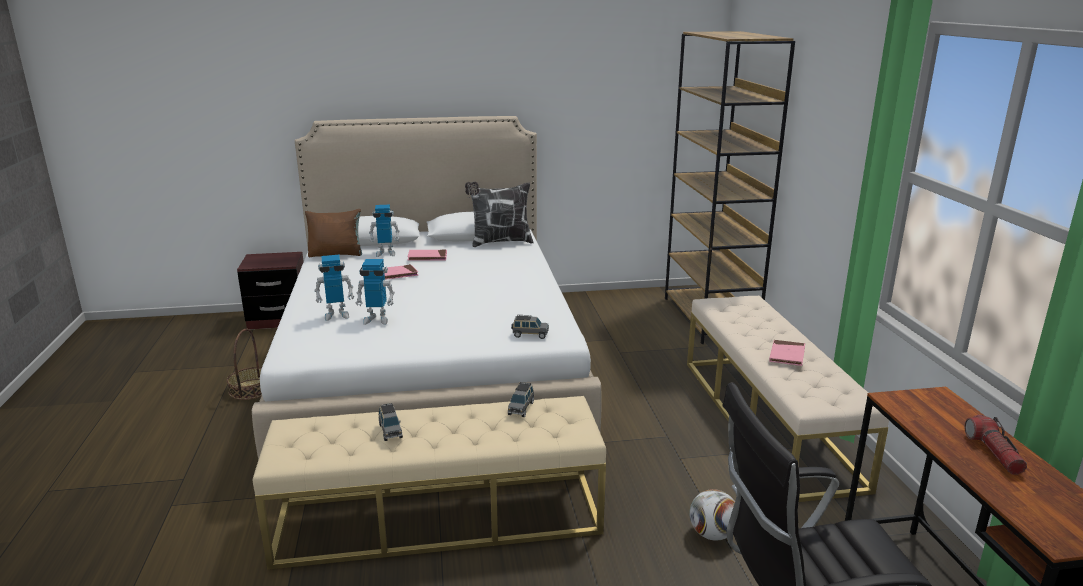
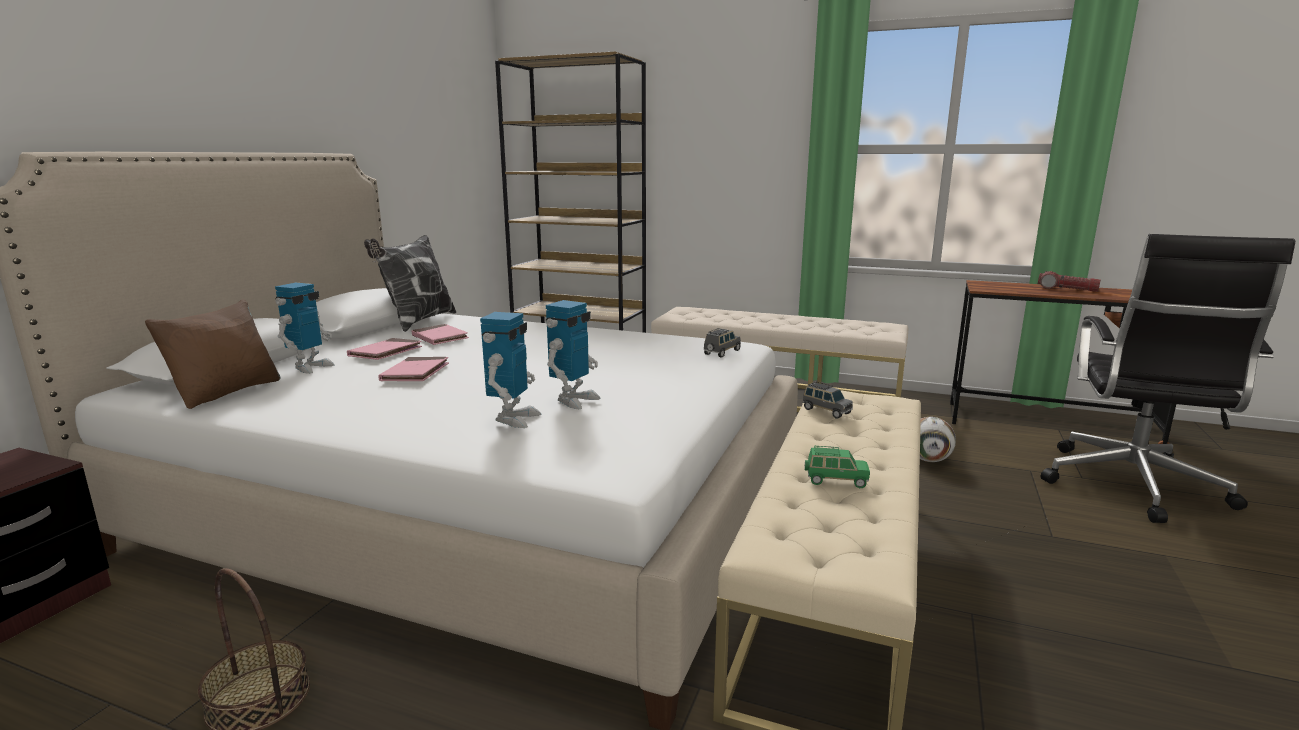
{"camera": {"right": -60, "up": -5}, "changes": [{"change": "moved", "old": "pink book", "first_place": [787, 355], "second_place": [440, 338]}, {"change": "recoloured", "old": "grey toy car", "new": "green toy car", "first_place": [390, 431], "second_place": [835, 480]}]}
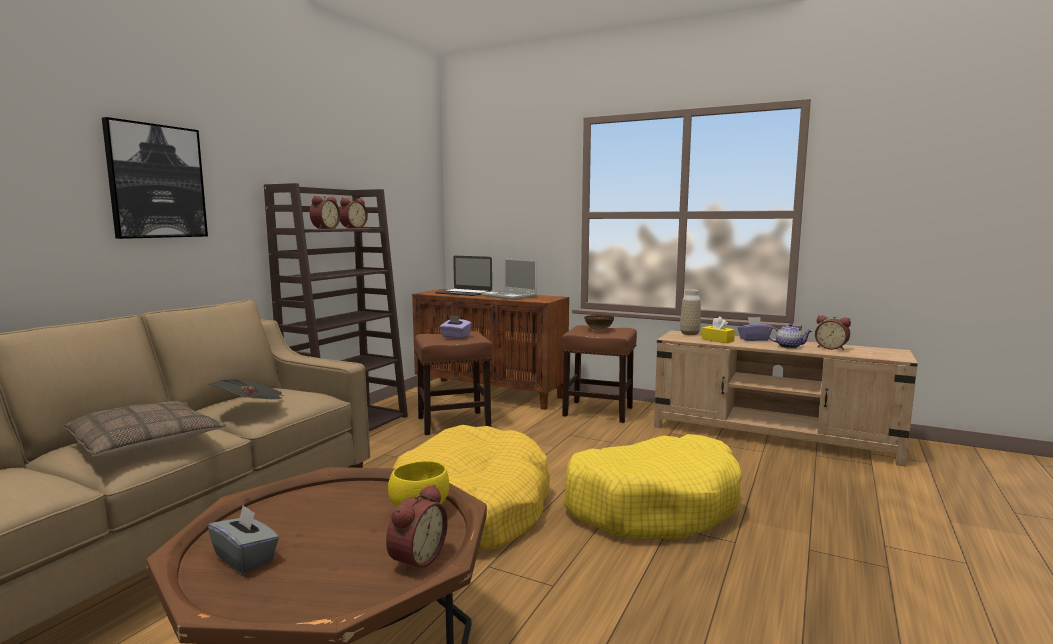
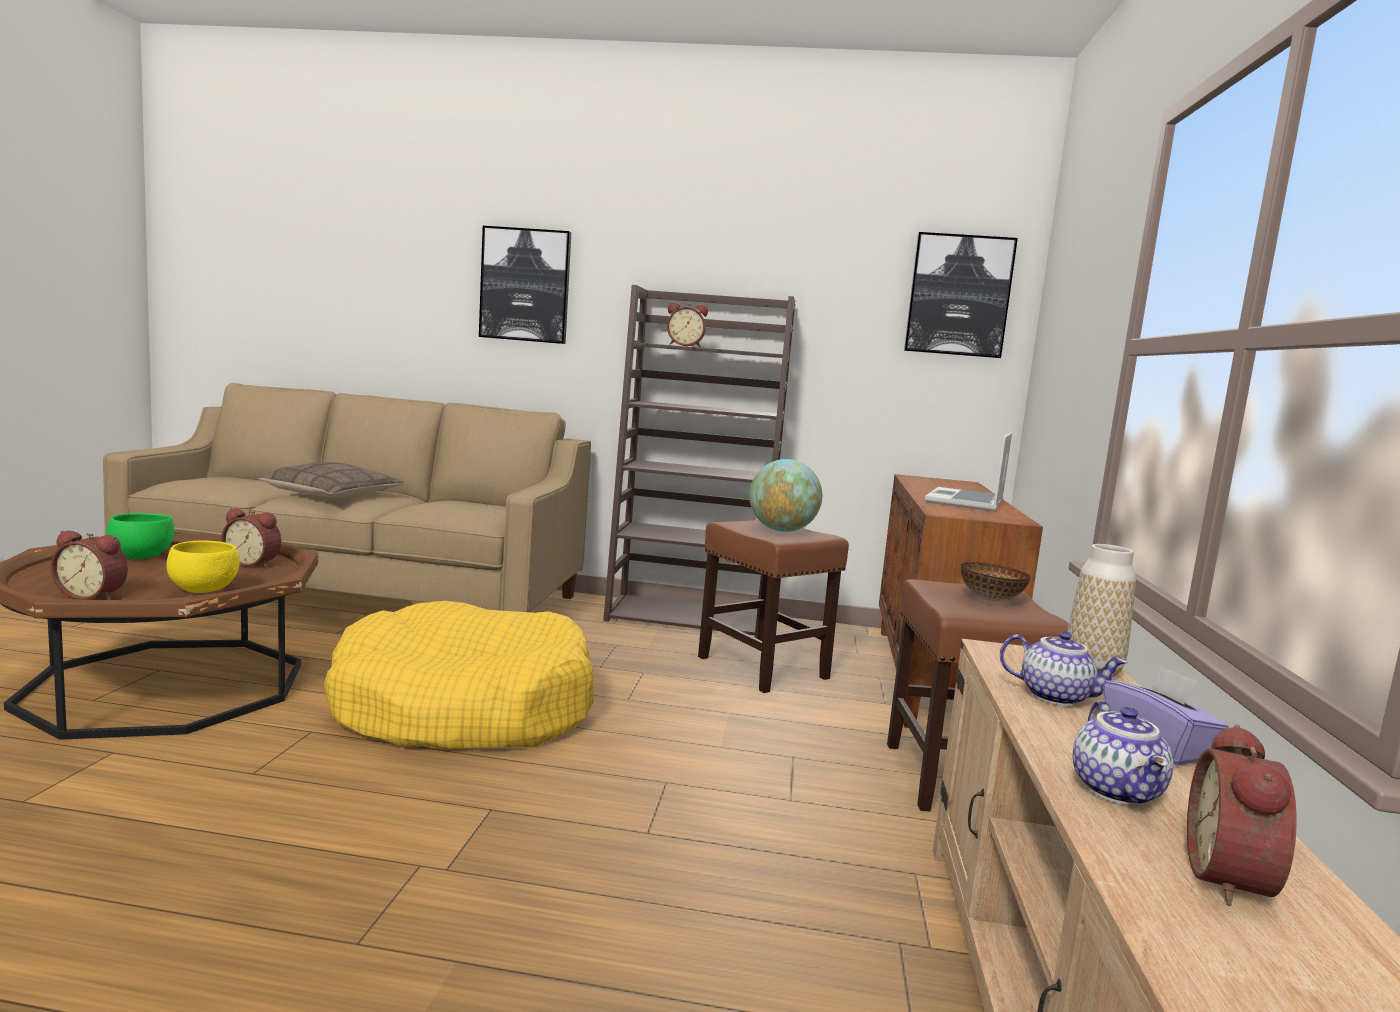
{"camera": {"right": 70, "up": 0}, "changes": [{"change": "replaced", "old": "grey tissue box", "new": "green bowl", "first_place": [246, 558], "second_place": [141, 556]}, {"change": "moved", "old": "alarm clock", "first_place": [352, 228], "second_place": [254, 563]}, {"change": "replaced", "old": "purple tissue box", "new": "globe", "first_place": [455, 337], "second_place": [782, 531]}, {"change": "added", "new": "picture", "second_place": [958, 295]}, {"change": "replaced", "old": "yellow tissue box", "new": "teapot", "first_place": [717, 340], "second_place": [1056, 696]}, {"change": "removed", "old": "newspaper", "first_place": [252, 408]}, {"change": "removed", "old": "laptop", "first_place": [463, 292]}, {"change": "removed", "old": "yellow dog bed", "first_place": [652, 505]}]}
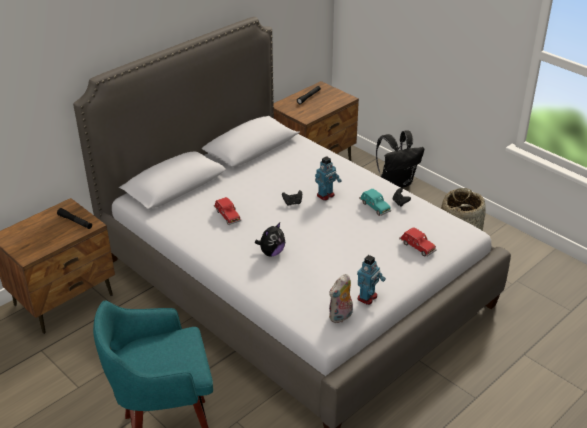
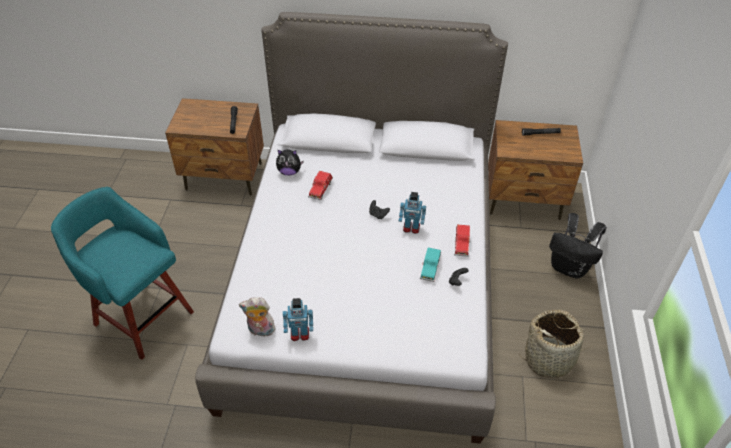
{"camera": {"right": 50, "up": 10}, "changes": [{"change": "moved", "old": "plush toy", "first_place": [271, 253], "second_place": [289, 172]}, {"change": "moved", "old": "red toy car", "first_place": [417, 247], "second_place": [461, 244]}]}
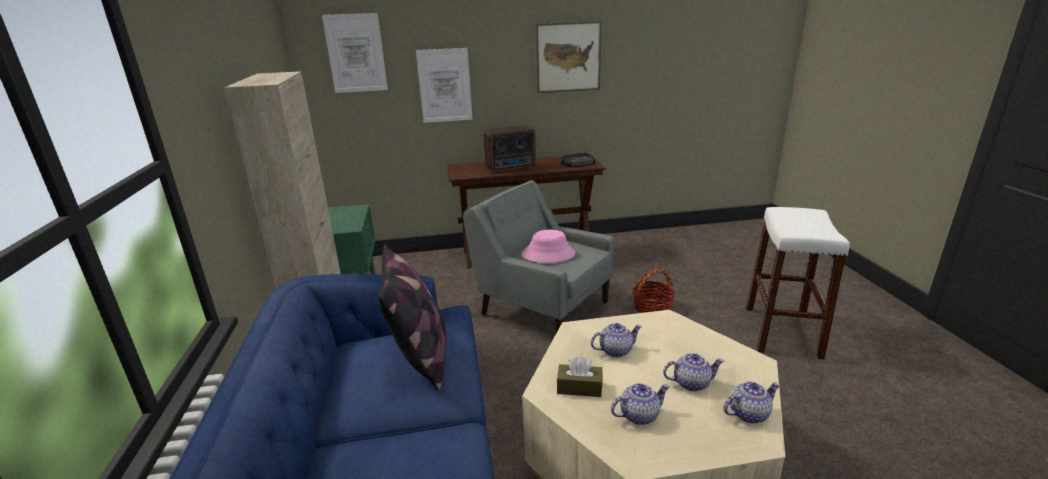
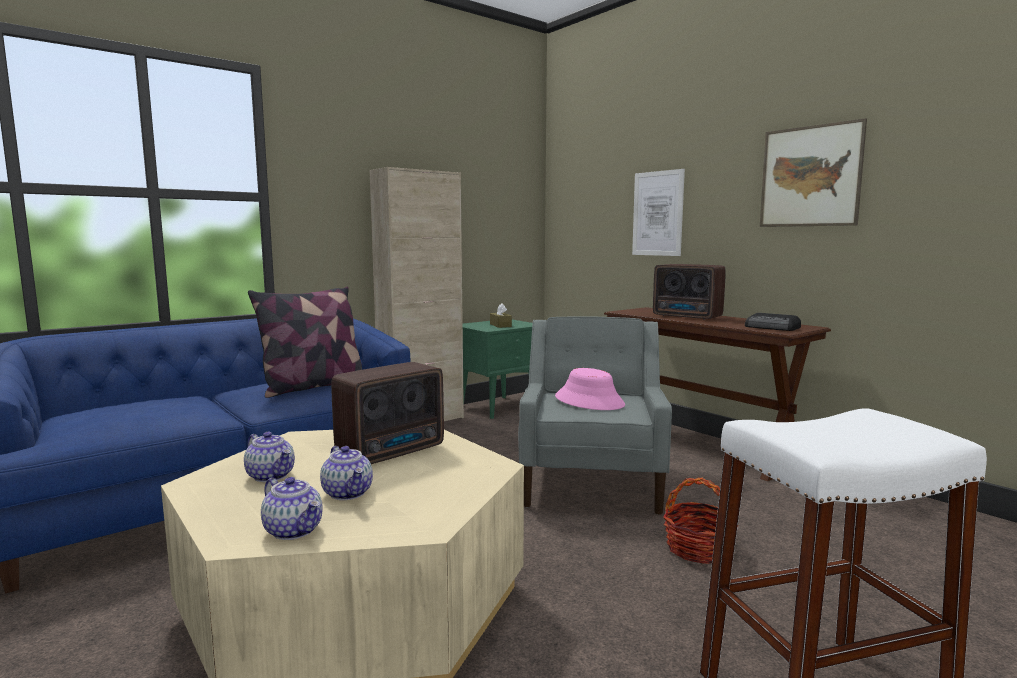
{"camera": {"right": 60, "up": -15}, "changes": [{"change": "replaced", "old": "teapot", "new": "radio", "first_place": [615, 350], "second_place": [394, 451]}, {"change": "moved", "old": "brown tissue box", "first_place": [579, 388], "second_place": [500, 325]}, {"change": "removed", "old": "picture", "first_place": [356, 53]}]}
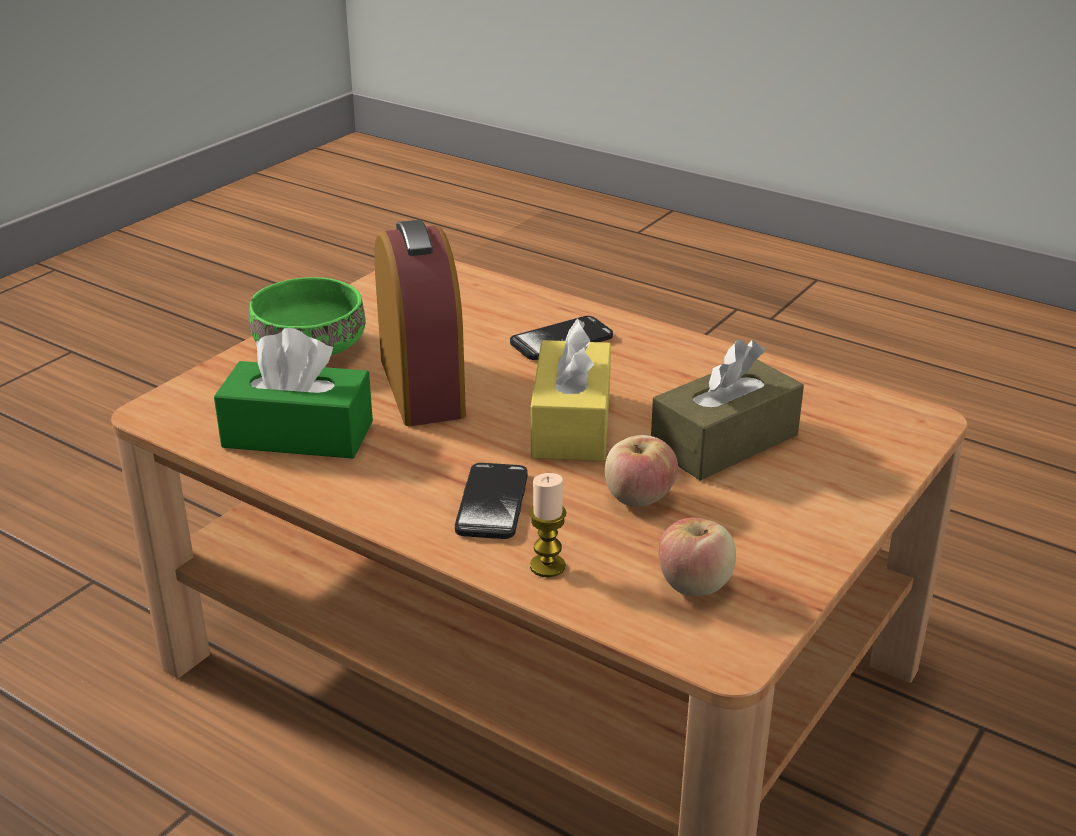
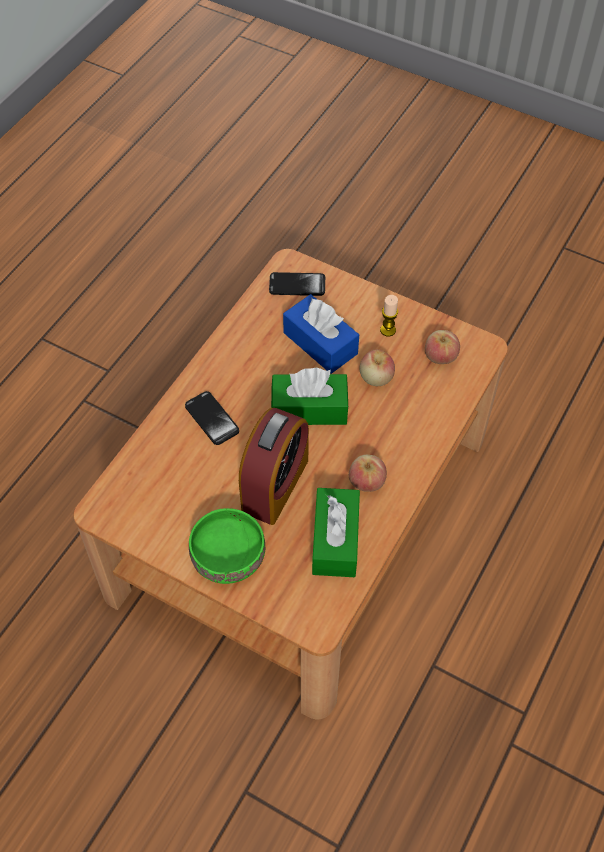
{"camera": {"right": -95, "up": 25}, "changes": [{"change": "turned", "old": "alarm clock", "first_place": [422, 387], "second_place": [275, 485], "degrees": 135}, {"change": "moved", "old": "phone", "first_place": [492, 503], "second_place": [297, 285]}, {"change": "recoloured", "old": "yellow tissue box", "new": "green tissue box", "first_place": [571, 424], "second_place": [309, 409]}, {"change": "recoloured", "old": "brown tissue box", "new": "blue tissue box", "first_place": [724, 442], "second_place": [320, 343]}, {"change": "added", "new": "apple", "second_place": [366, 482]}, {"change": "moved", "old": "candle", "first_place": [547, 566], "second_place": [388, 330]}]}
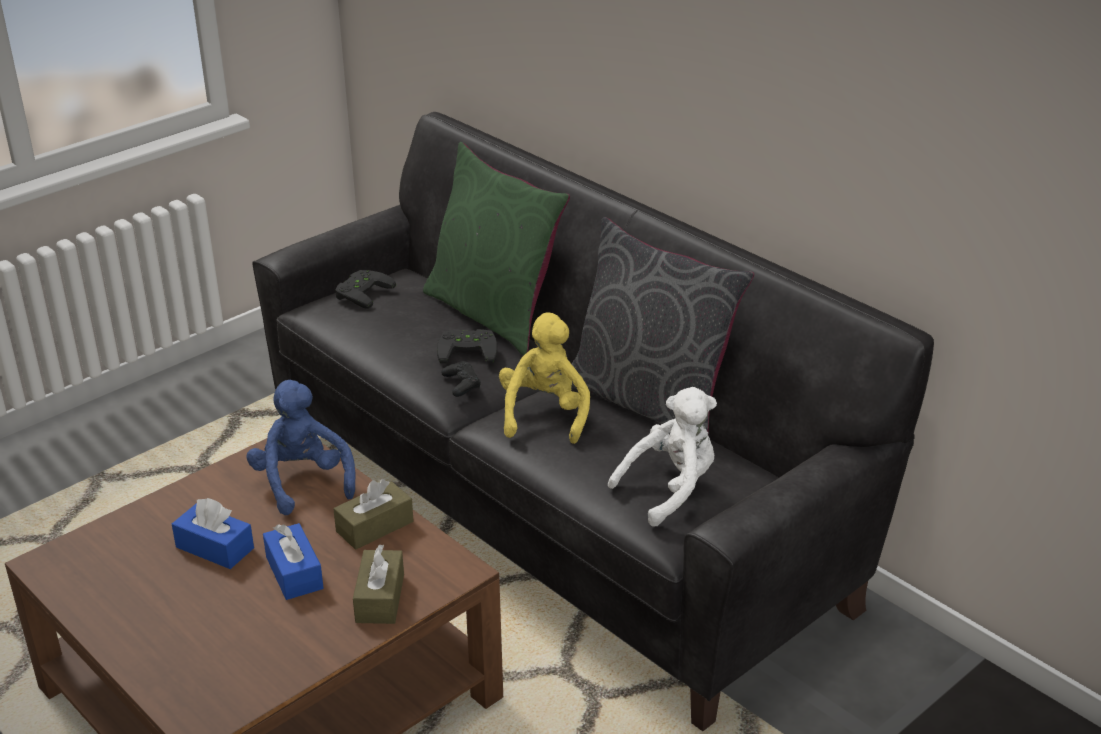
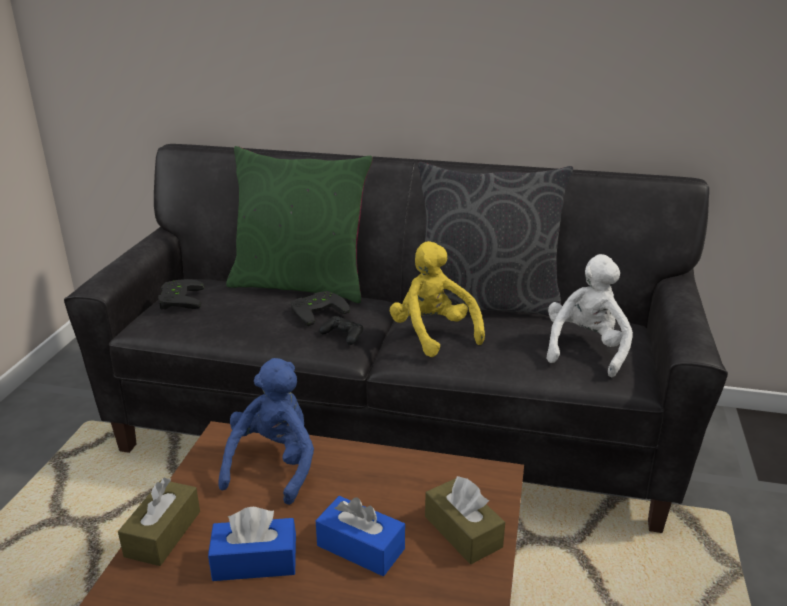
{"camera": {"right": -35, "up": -5}, "changes": [{"change": "moved", "old": "brown tissue box", "first_place": [375, 526], "second_place": [163, 533]}, {"change": "turned", "old": "blue plush toy", "first_place": [302, 482], "second_place": [274, 465], "degrees": 75}]}
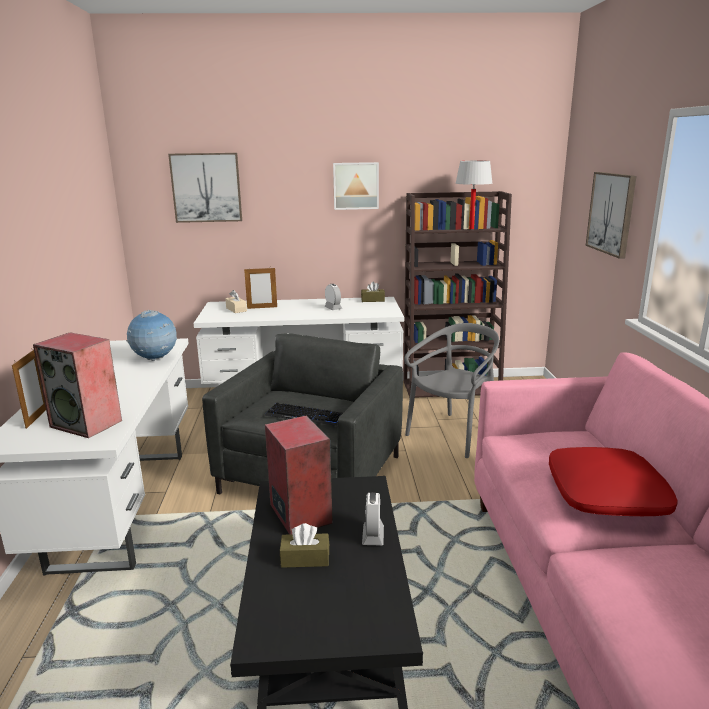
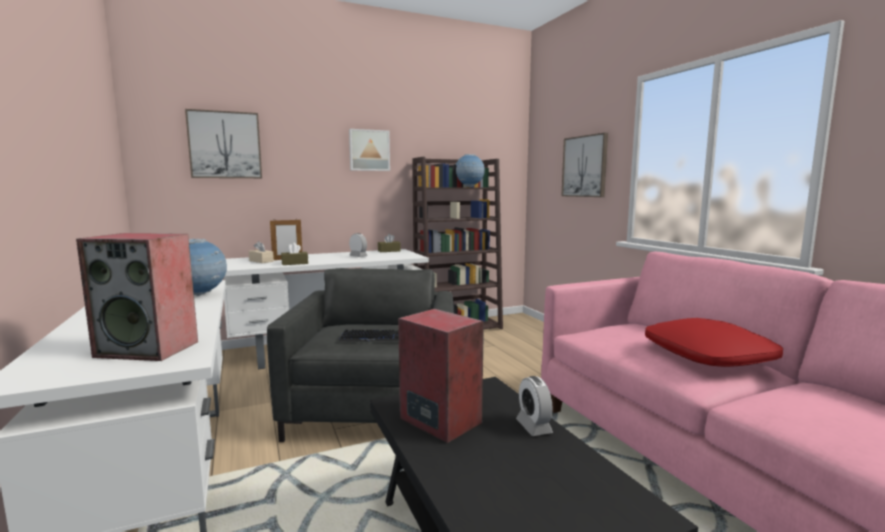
{"camera": {"right": -20, "up": -10}, "changes": [{"change": "moved", "old": "brown tissue box", "first_place": [305, 558], "second_place": [294, 263]}, {"change": "replaced", "old": "white table lamp", "new": "globe", "first_place": [471, 229], "second_place": [469, 187]}, {"change": "removed", "old": "picture frame", "first_place": [37, 417]}, {"change": "removed", "old": "grey chair", "first_place": [453, 434]}]}
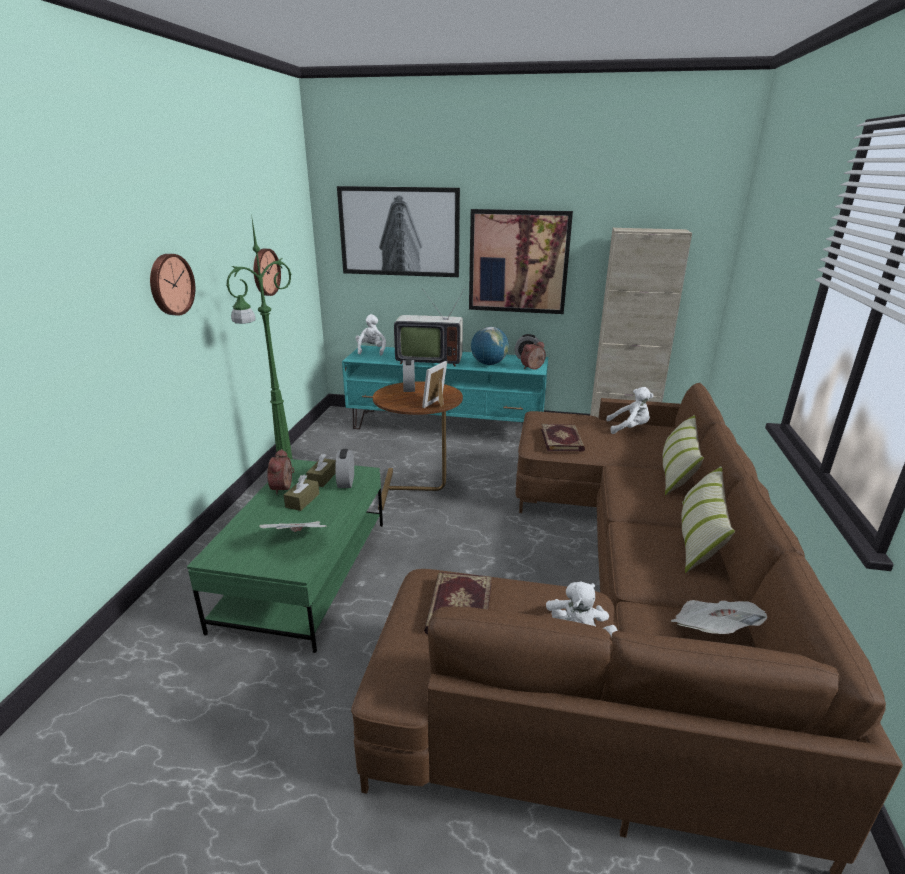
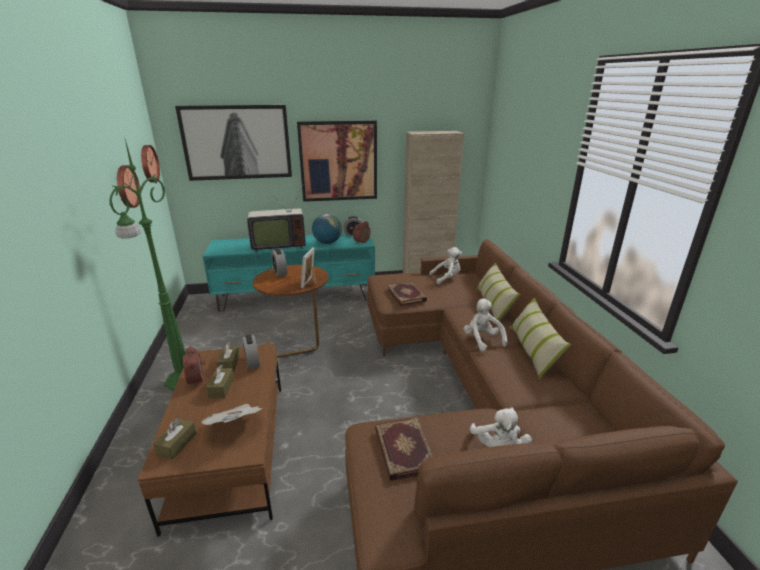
{"camera": {"right": -20, "up": 0}, "changes": [{"change": "recoloured", "old": "green coffee table", "new": "brown coffee table", "first_place": [305, 573], "second_place": [231, 450]}, {"change": "moved", "old": "wall clock", "first_place": [170, 284], "second_place": [148, 164]}, {"change": "added", "new": "brown tissue box", "second_place": [177, 444]}, {"change": "moved", "old": "white plush toy", "first_place": [371, 350], "second_place": [482, 340]}, {"change": "removed", "old": "newspaper", "first_place": [712, 631]}]}
